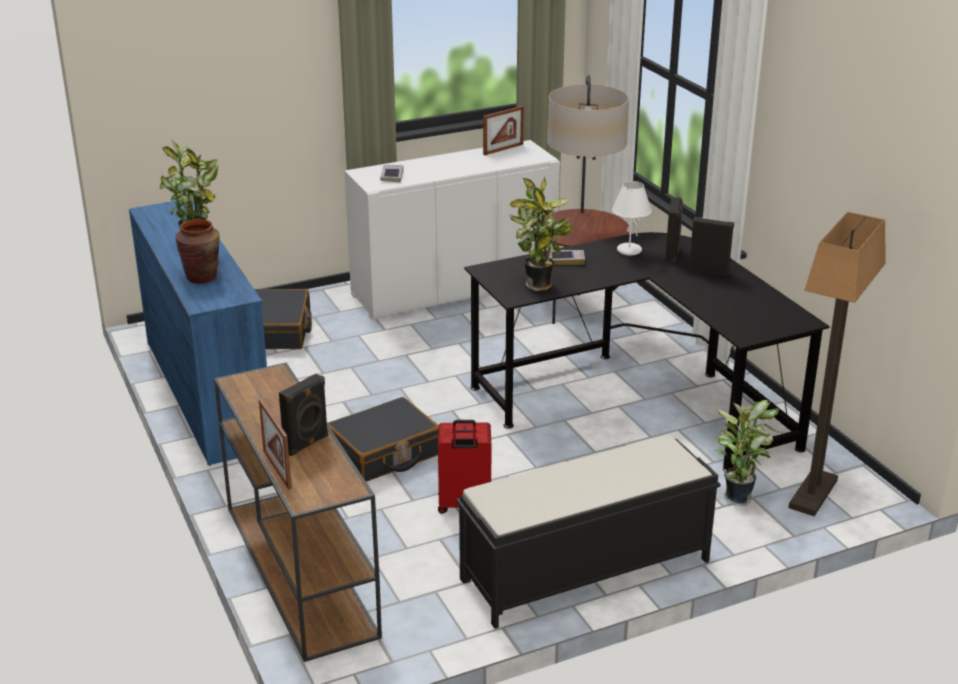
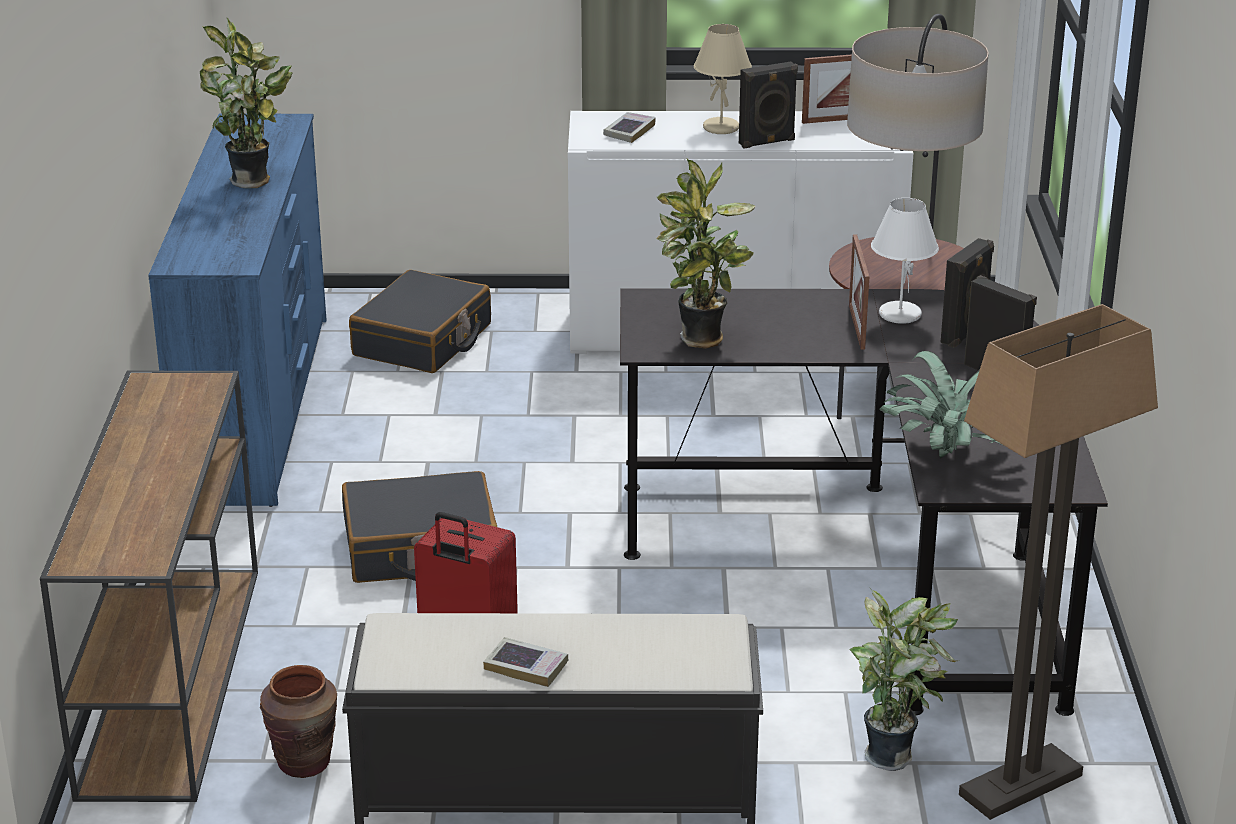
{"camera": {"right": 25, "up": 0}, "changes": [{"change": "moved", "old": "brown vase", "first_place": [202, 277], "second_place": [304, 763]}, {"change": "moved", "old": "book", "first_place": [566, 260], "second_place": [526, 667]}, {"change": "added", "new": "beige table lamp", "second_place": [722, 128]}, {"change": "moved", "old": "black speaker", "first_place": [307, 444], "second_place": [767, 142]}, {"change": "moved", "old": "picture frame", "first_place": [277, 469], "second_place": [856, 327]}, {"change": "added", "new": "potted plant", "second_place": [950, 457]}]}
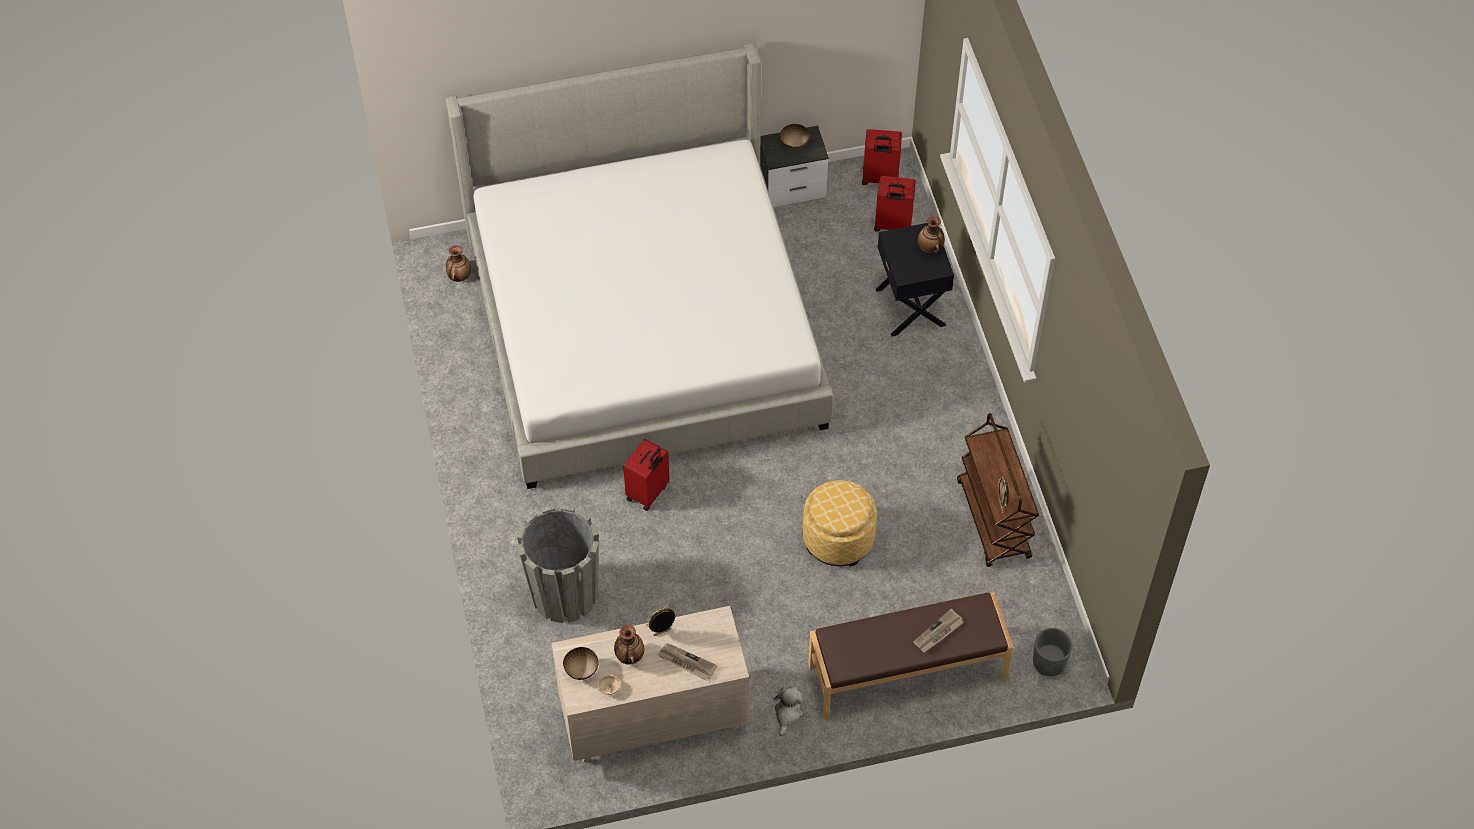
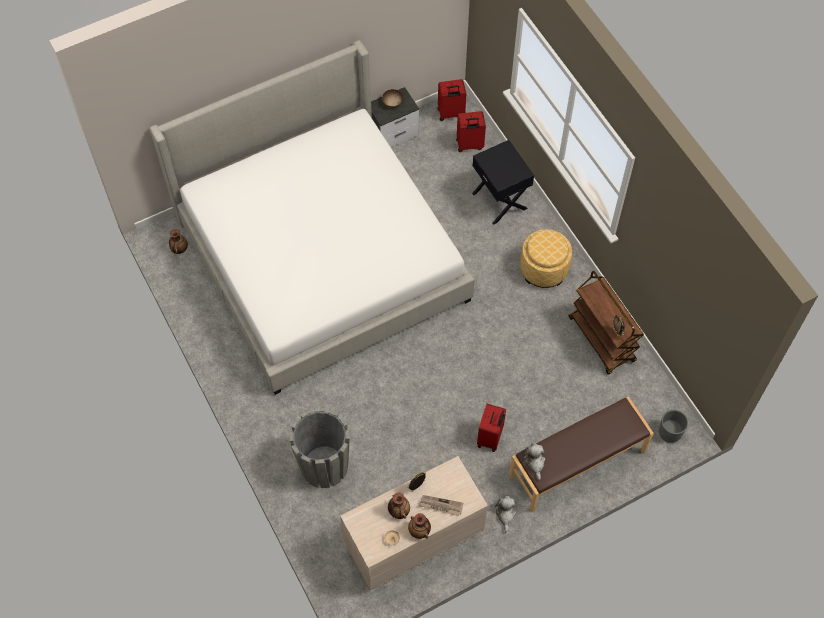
{"camera": {"right": -15, "up": 5}, "changes": [{"change": "moved", "old": "vase", "first_place": [930, 248], "second_place": [419, 530]}, {"change": "moved", "old": "red suitcase", "first_place": [648, 493], "second_place": [490, 438]}, {"change": "moved", "old": "ottoman", "first_place": [838, 539], "second_place": [544, 269]}, {"change": "added", "new": "plush toy", "second_place": [534, 462]}, {"change": "removed", "old": "bowl", "first_place": [581, 669]}, {"change": "removed", "old": "newspaper", "first_place": [938, 633]}]}
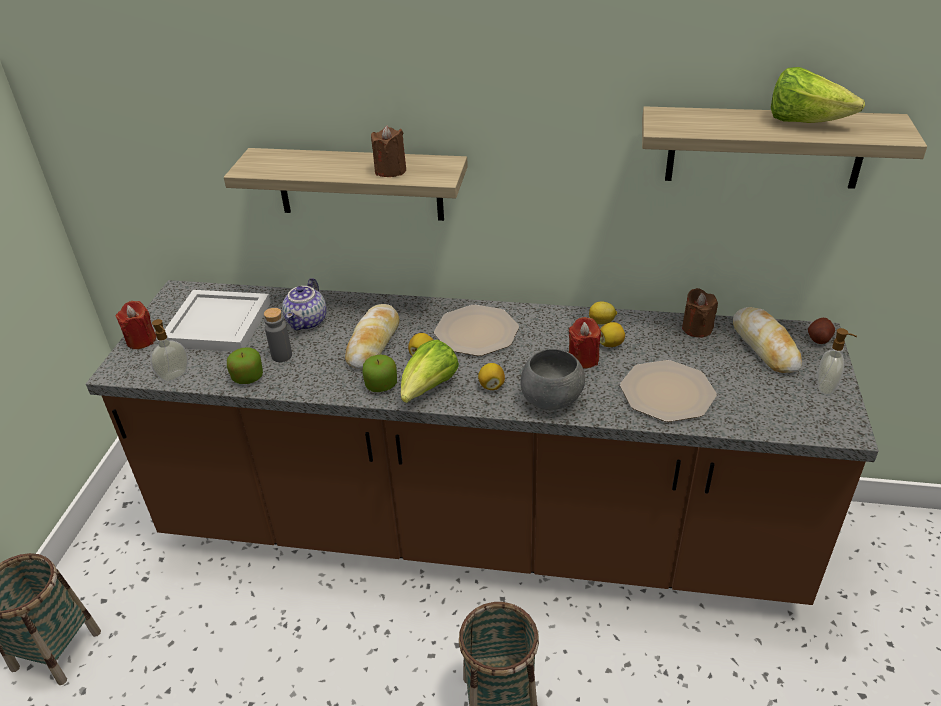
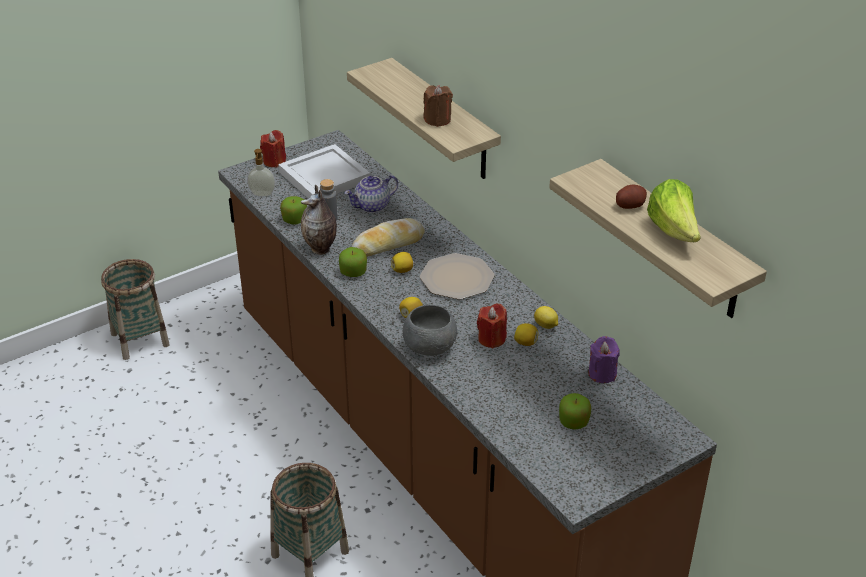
{"camera": {"right": 45, "up": 0}, "changes": [{"change": "added", "new": "vase", "second_place": [321, 249]}, {"change": "added", "new": "apple", "second_place": [573, 422]}, {"change": "recoloured", "old": "brown candle", "new": "purple candle", "first_place": [697, 328], "second_place": [602, 374]}, {"change": "moved", "old": "potato", "first_place": [819, 339], "second_place": [630, 205]}, {"change": "removed", "old": "lettuce", "first_place": [428, 389]}, {"change": "removed", "old": "plate", "first_place": [667, 393]}, {"change": "removed", "old": "bread", "first_place": [764, 346]}, {"change": "removed", "old": "soap dispenser", "first_place": [826, 387]}]}
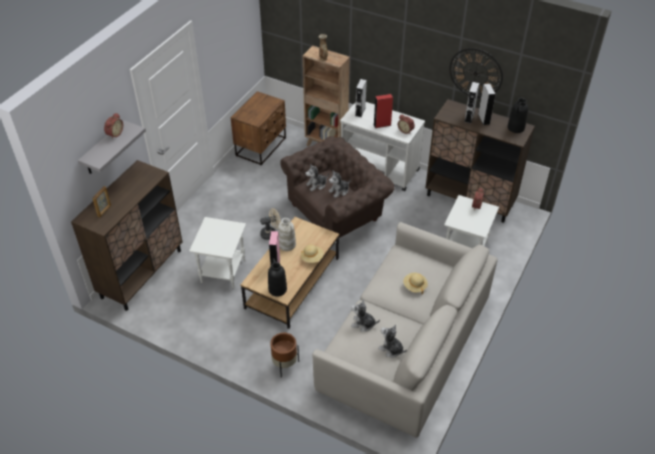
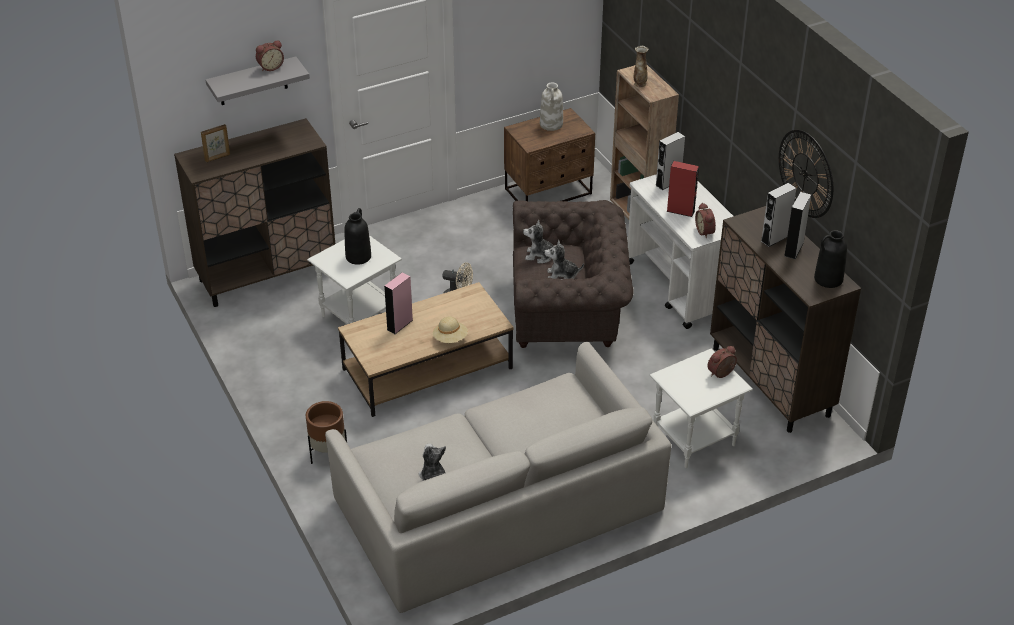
{"camera": {"right": 35, "up": -5}, "changes": [{"change": "moved", "old": "black vase", "first_place": [277, 289], "second_place": [358, 256]}, {"change": "moved", "old": "white vase", "first_place": [287, 245], "second_place": [551, 124]}, {"change": "removed", "old": "plush toy", "first_place": [363, 324]}, {"change": "removed", "old": "beige hat", "first_place": [414, 286]}]}
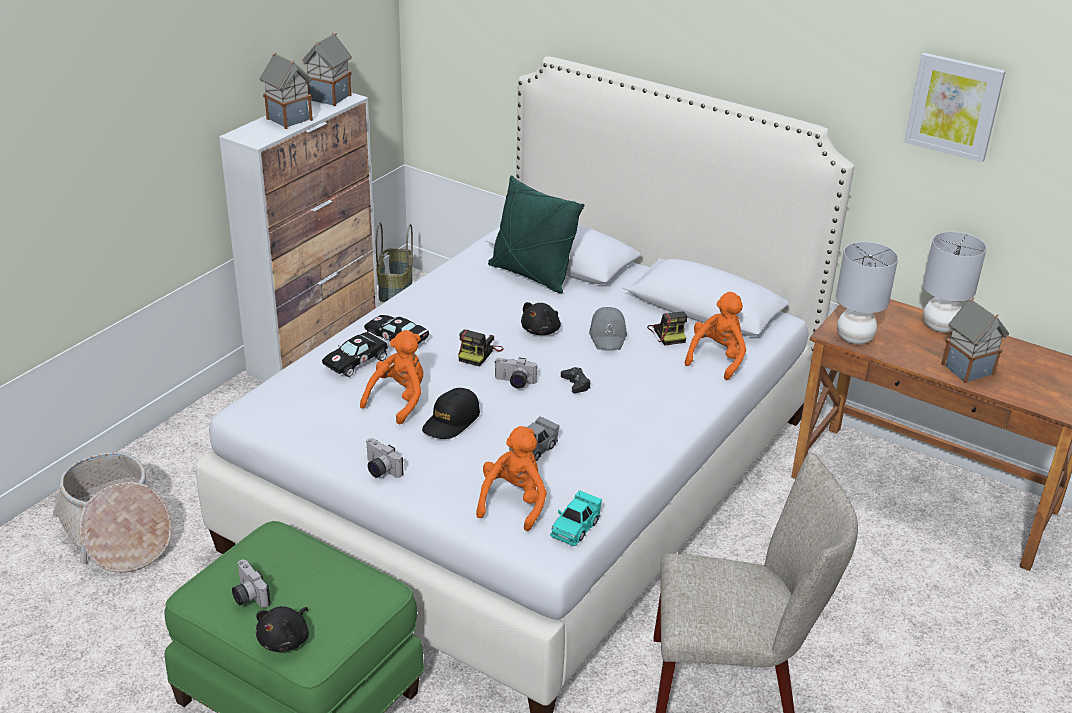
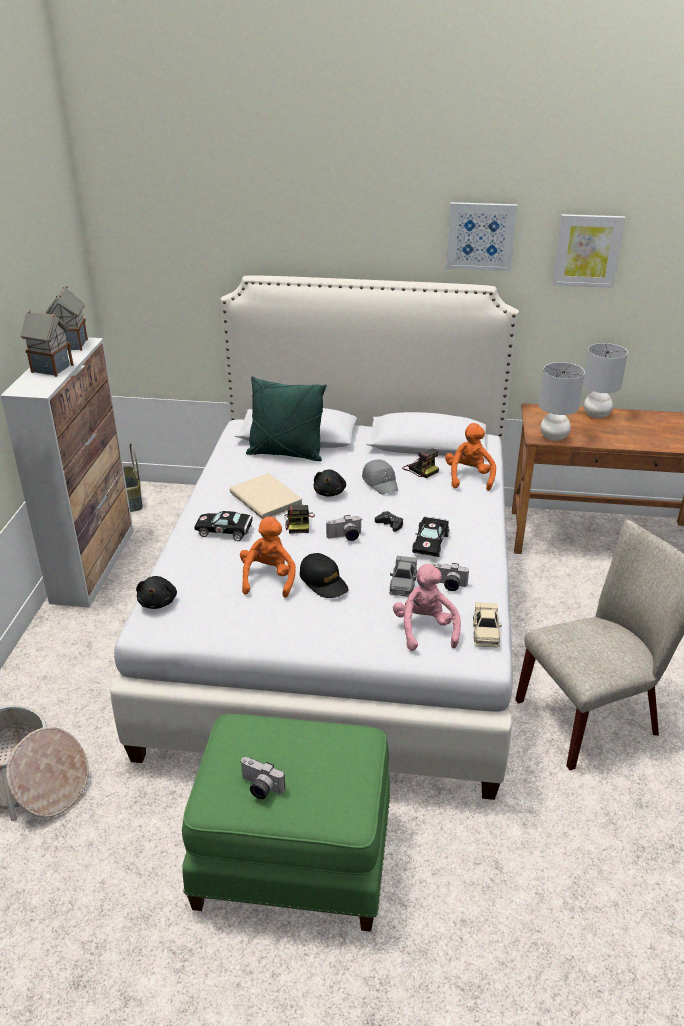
{"camera": {"right": -25, "up": 0}, "changes": [{"change": "moved", "old": "black plush toy", "first_place": [285, 640], "second_place": [158, 602]}, {"change": "added", "new": "beige book", "second_place": [267, 498]}, {"change": "turned", "old": "black cap", "first_place": [451, 421], "second_place": [324, 582], "degrees": -45}, {"change": "recoloured", "old": "orange plush toy", "new": "pink plush toy", "first_place": [514, 502], "second_place": [425, 629]}, {"change": "moved", "old": "black toy car", "first_place": [357, 361], "second_place": [430, 542]}, {"change": "moved", "old": "photo camera", "first_place": [379, 470], "second_place": [447, 585]}, {"change": "added", "new": "picture", "second_place": [480, 236]}, {"change": "recoloured", "old": "turquoise toy car", "new": "beige toy car", "first_place": [575, 527], "second_place": [485, 632]}, {"change": "removed", "old": "toy house", "first_place": [968, 370]}]}
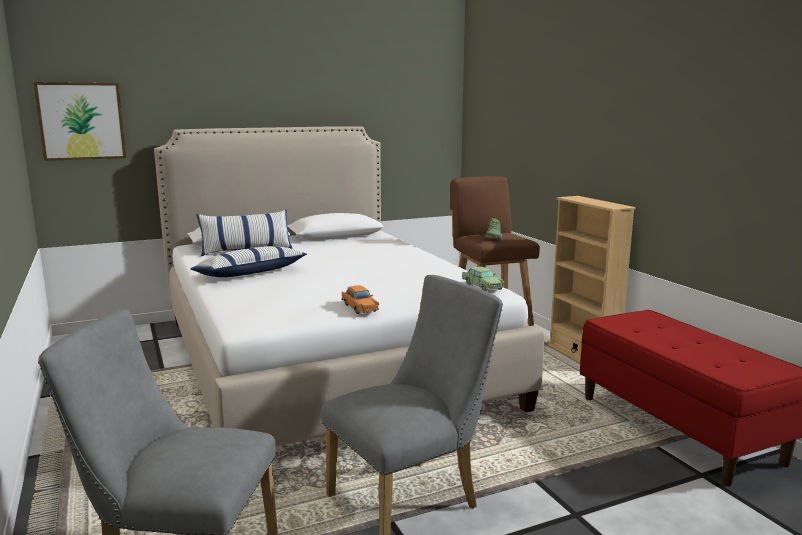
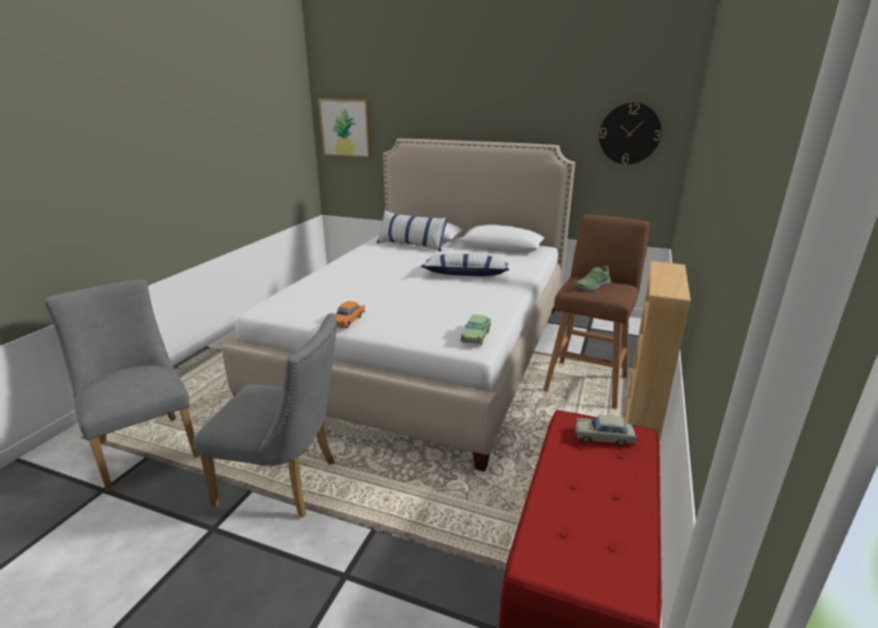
{"camera": {"right": 45, "up": 10}, "changes": [{"change": "moved", "old": "pillow", "first_place": [250, 273], "second_place": [465, 274]}, {"change": "added", "new": "beige toy car", "second_place": [604, 437]}, {"change": "added", "new": "wall clock", "second_place": [629, 133]}]}
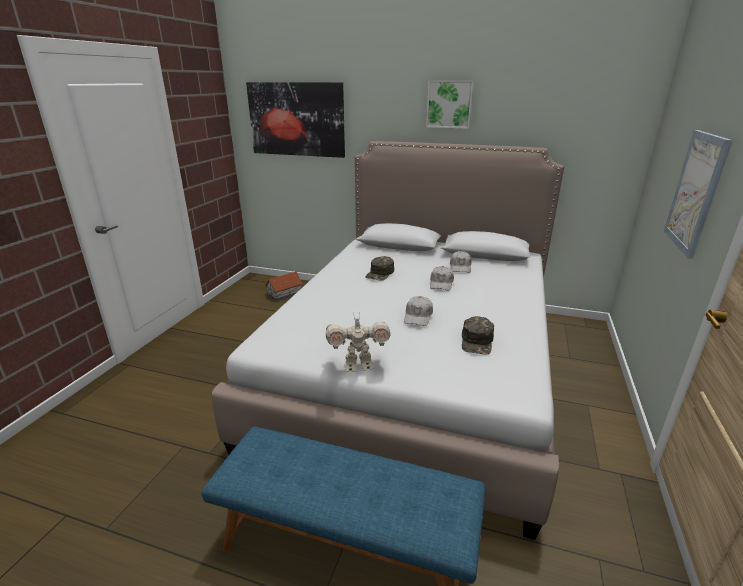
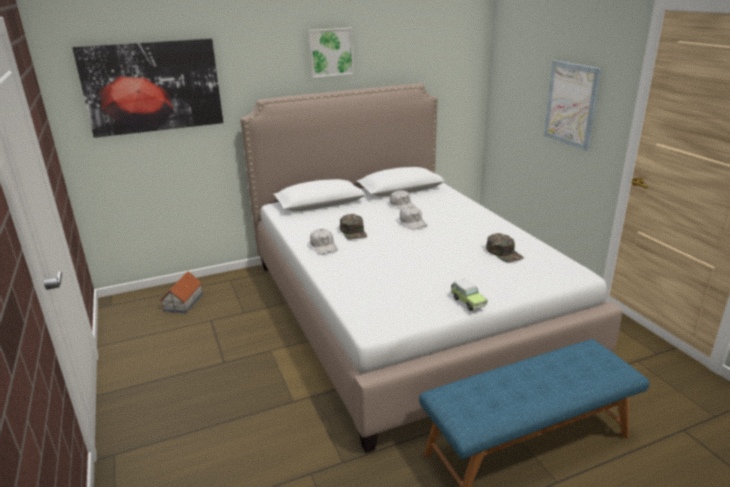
{"camera": {"right": -40, "up": 0}, "changes": [{"change": "moved", "old": "white cap", "first_place": [418, 316], "second_place": [323, 246]}, {"change": "replaced", "old": "toy robot", "new": "toy car", "first_place": [358, 365], "second_place": [467, 301]}]}
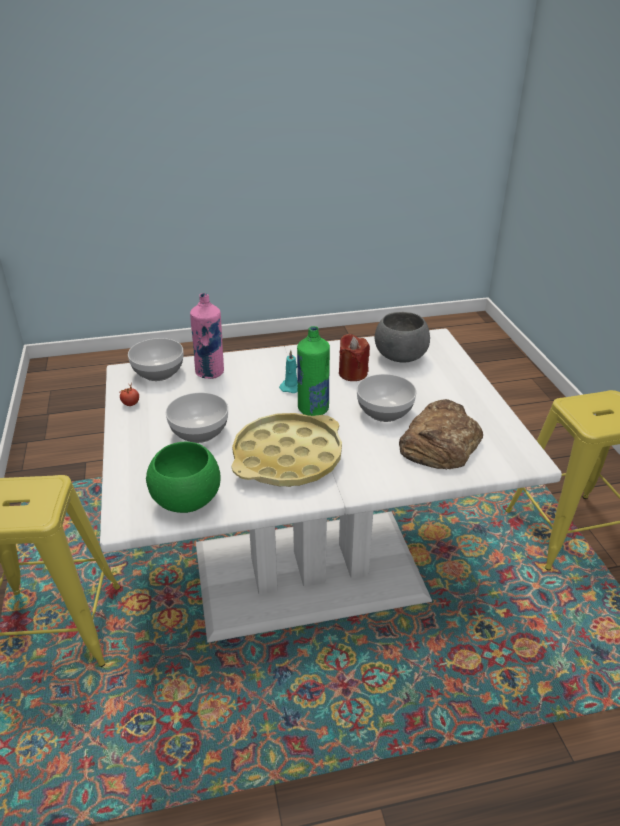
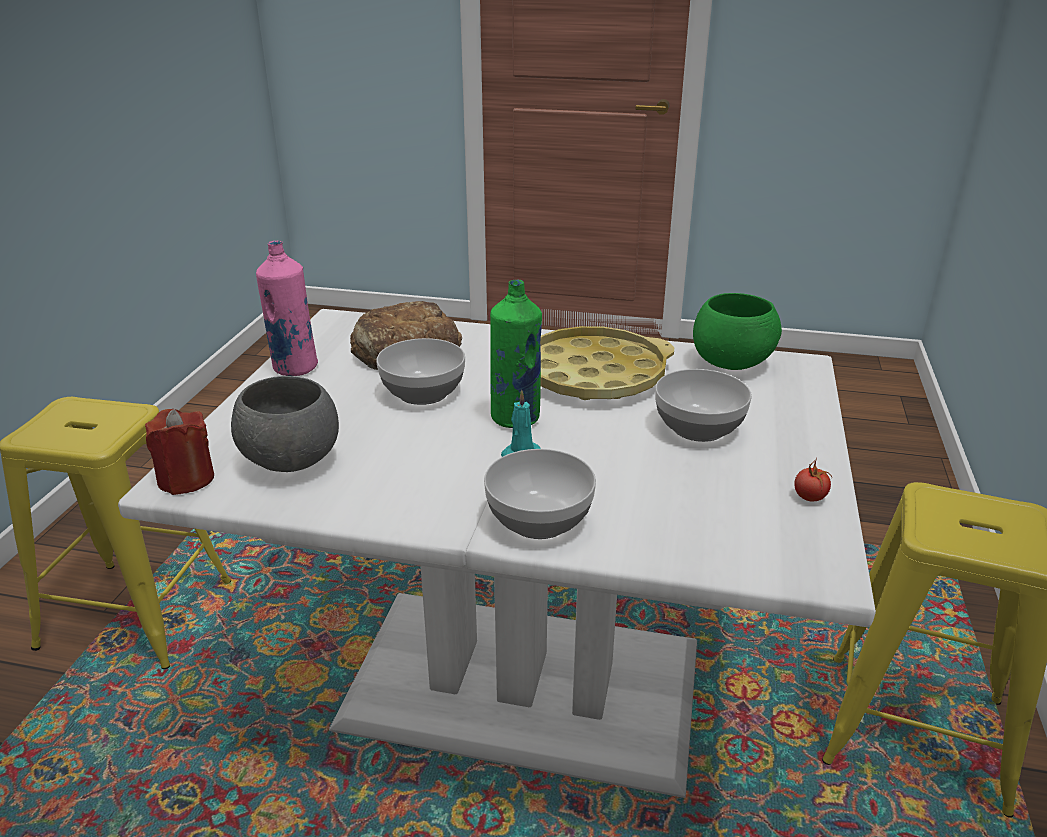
{"camera": {"right": -155, "up": -5}, "changes": [{"change": "moved", "old": "red candle", "first_place": [353, 373], "second_place": [186, 479]}, {"change": "moved", "old": "pink bottle", "first_place": [210, 372], "second_place": [294, 368]}, {"change": "moved", "old": "bowl", "first_place": [158, 372], "second_place": [540, 520]}]}
